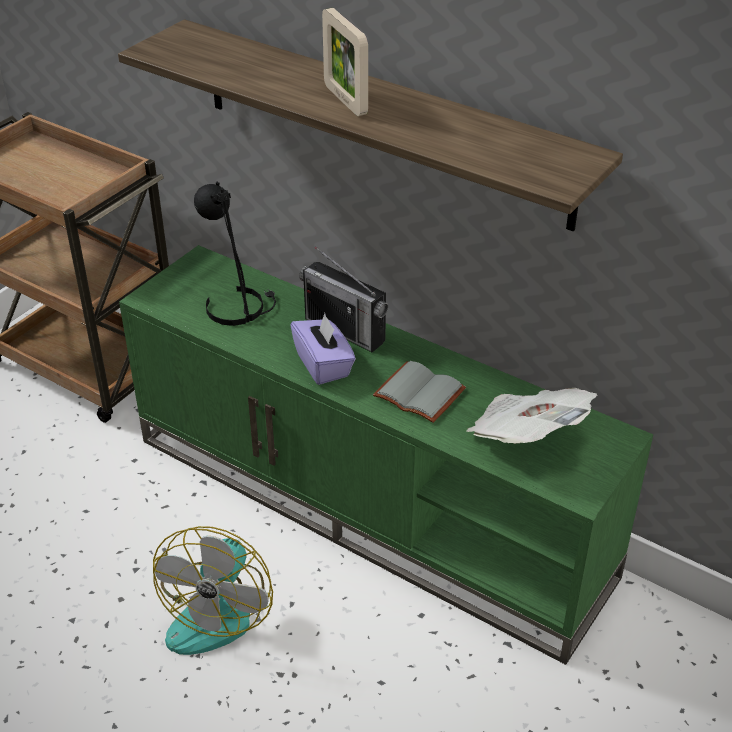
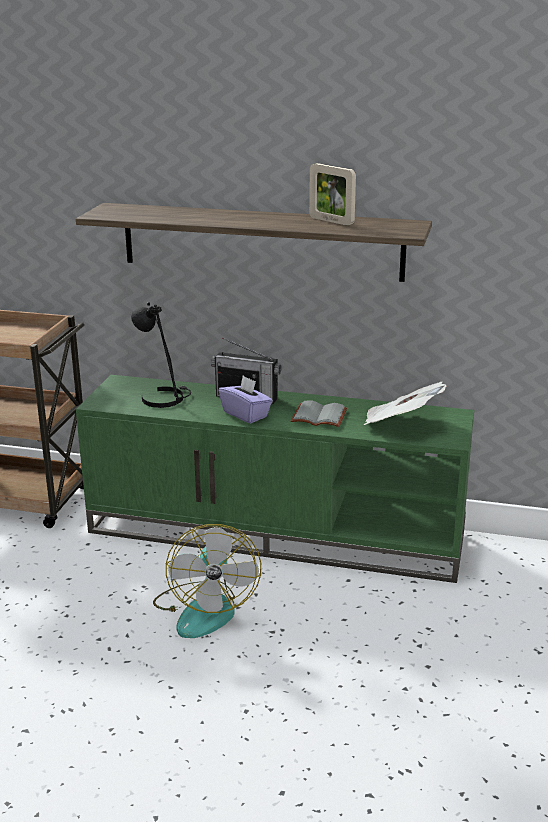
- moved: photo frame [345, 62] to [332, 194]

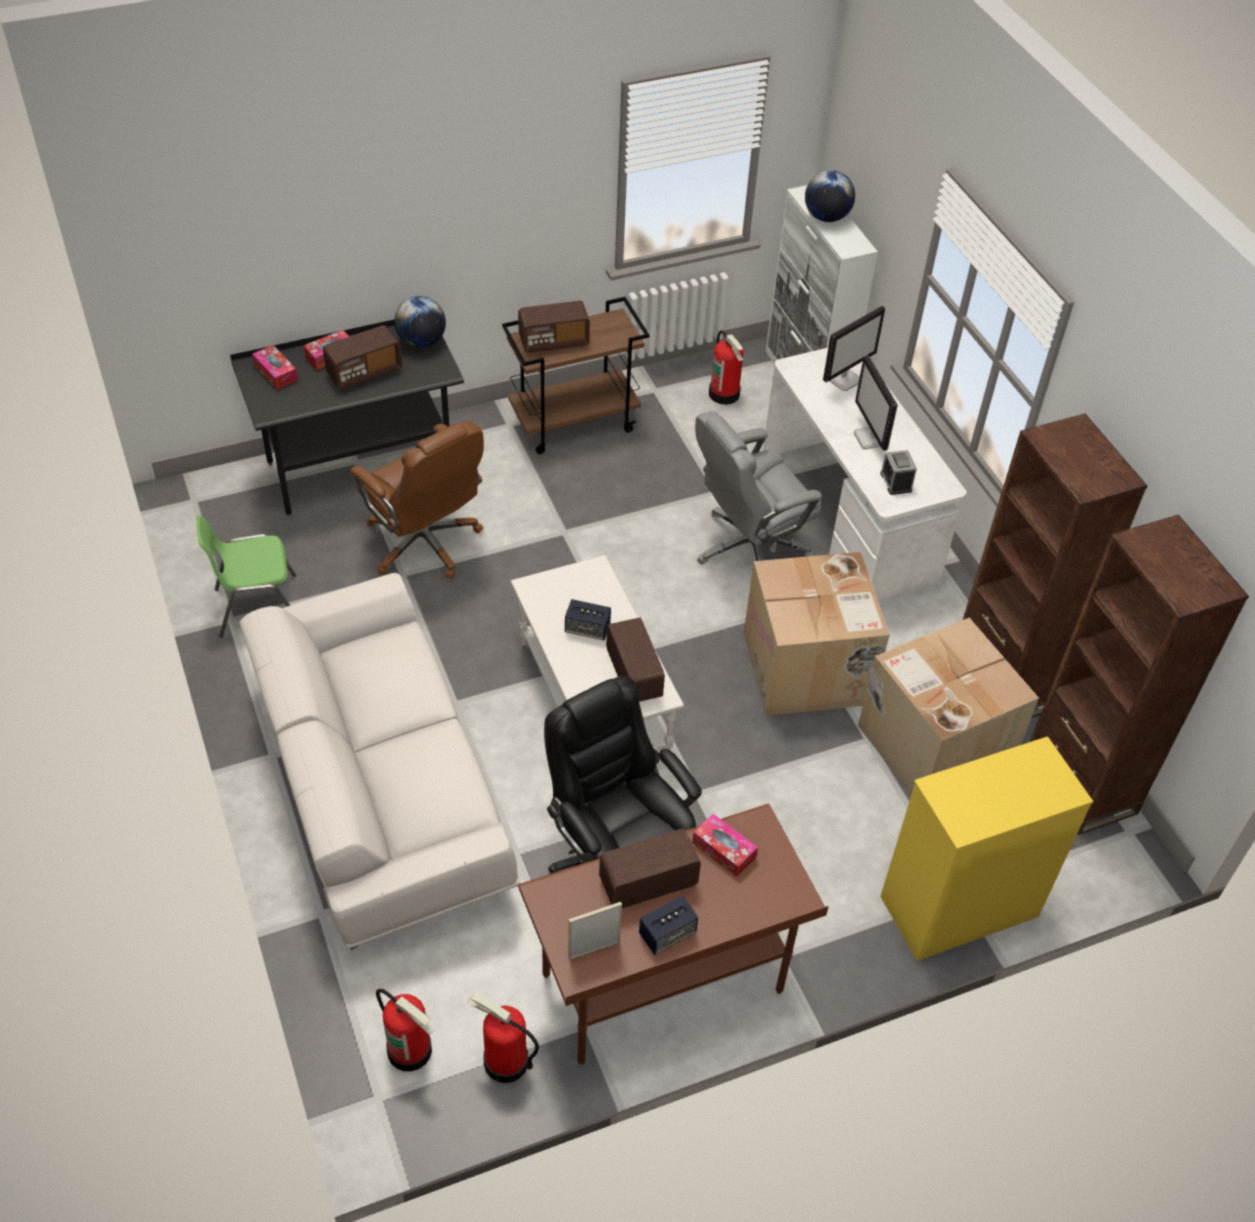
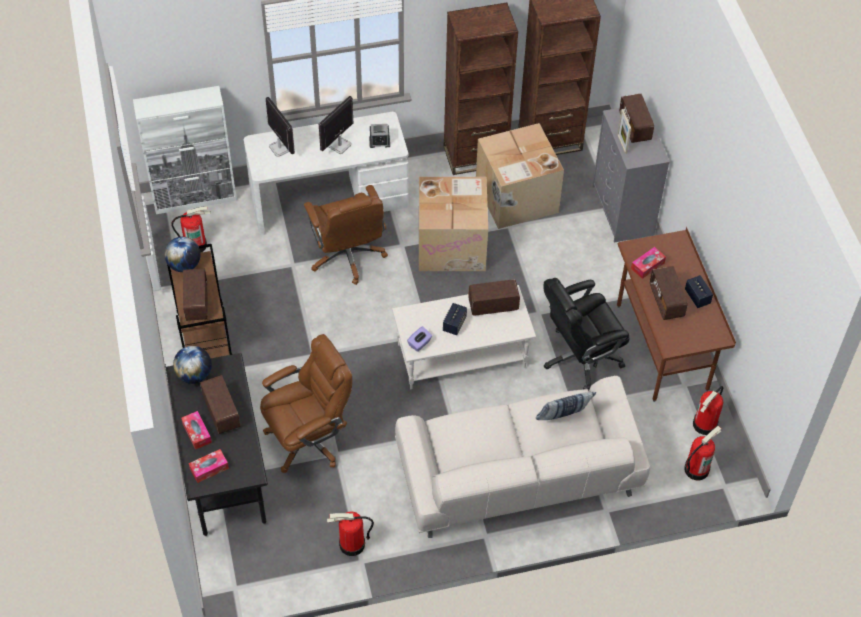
- replaced: green-coloured plain chair [246, 576] to extinguisher [350, 533]
- moved: photo frame [595, 931] to [624, 131]
- recoloured: grey desk chair [758, 487] to brown-coloured desk chair [346, 235]
- moved: world globe [830, 196] to [182, 254]
- turned: computer screen [876, 403] = [336, 125] 135 degrees clockwise
- recoloured: yellow-coloured chest of drawers [986, 848] to grey chest of drawers [631, 175]
- added: purple tissue box [419, 339]
- added: pillow [566, 406]
- added: radio [636, 118]

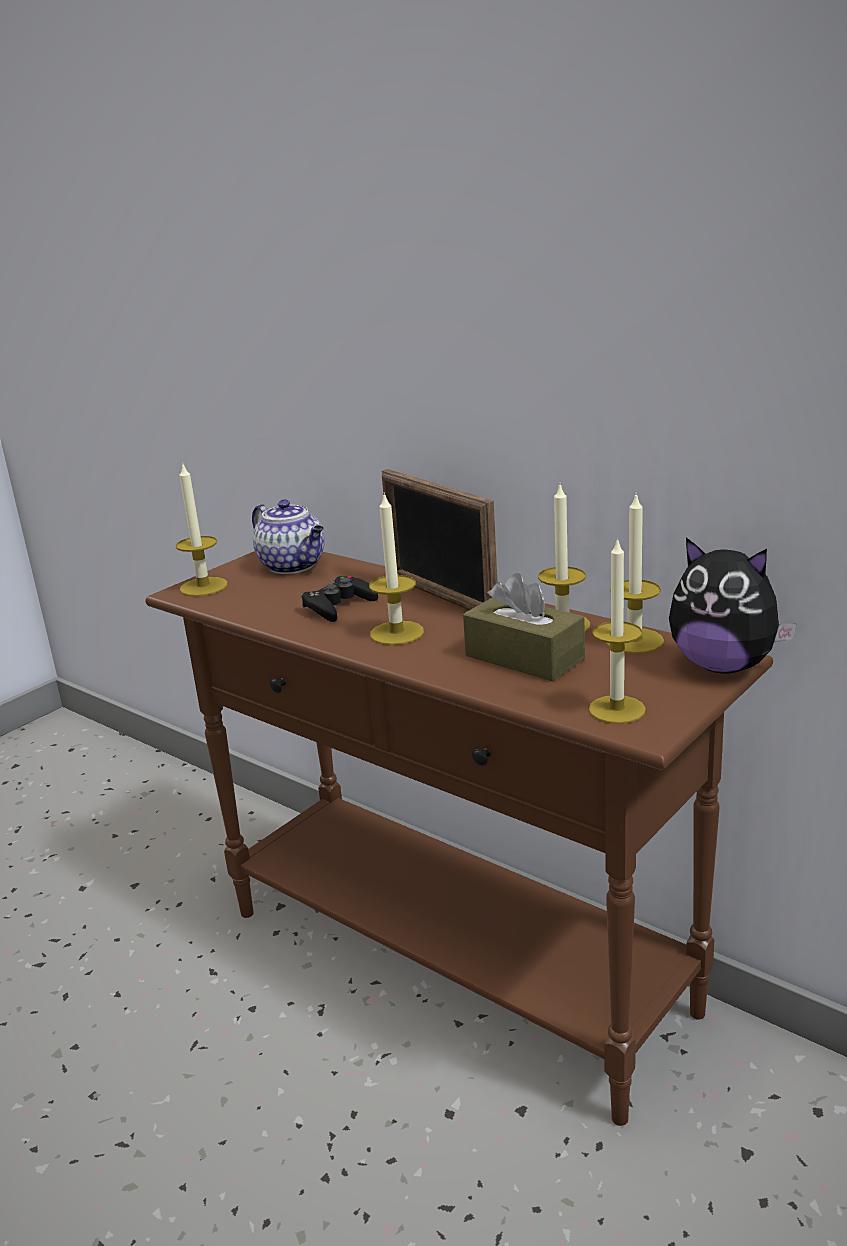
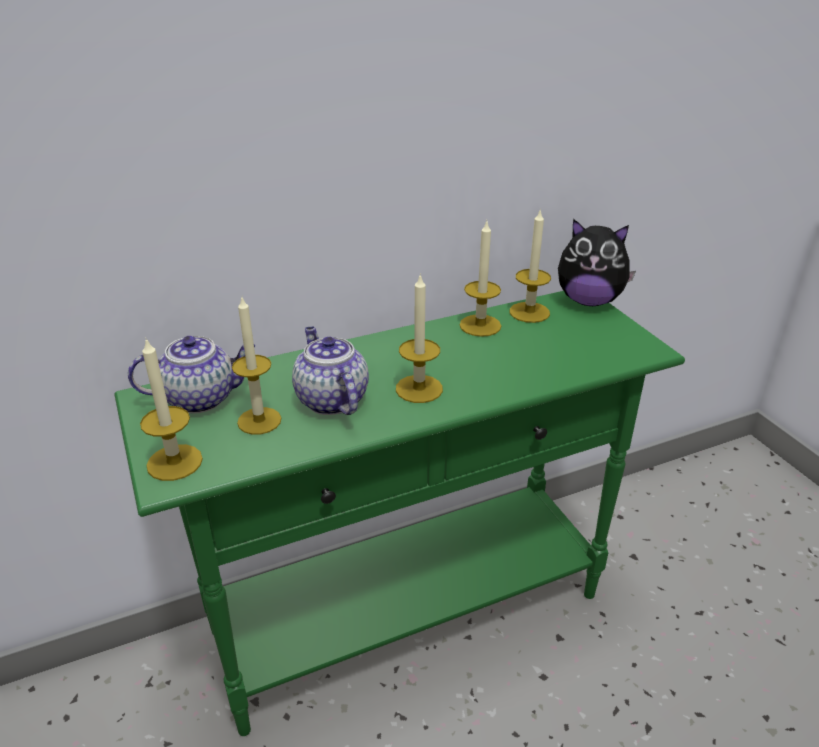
- recoloured: brown-coloured narrow table [459, 838] to green-coloured narrow table [400, 513]
- replaced: black-coloured game controller [339, 599] to tea pot [330, 371]
- removed: photo frame [440, 539]
- removed: brown-coloured tissue box [524, 627]
- moved: candle [617, 630] to [256, 366]
- turned: soft toy [733, 605] = [597, 262] 45 degrees clockwise

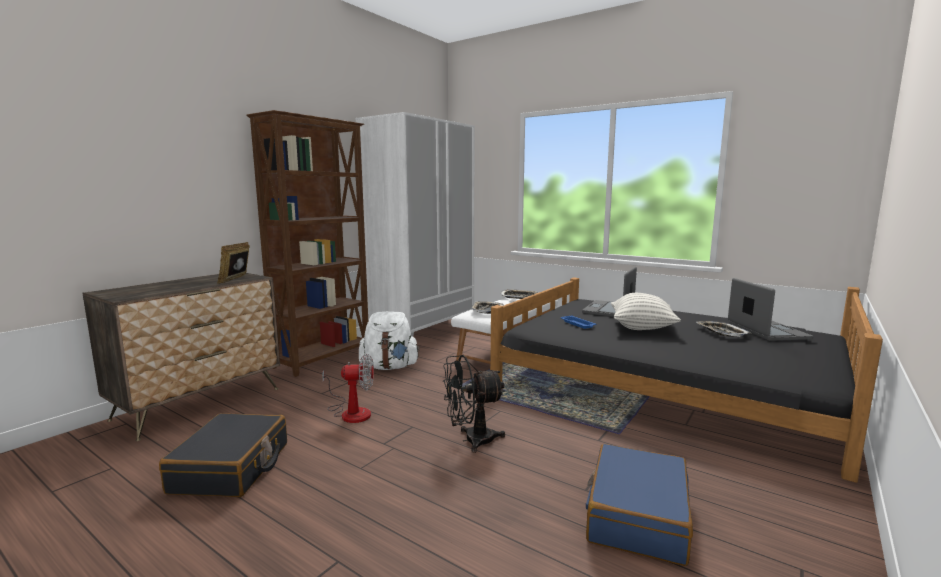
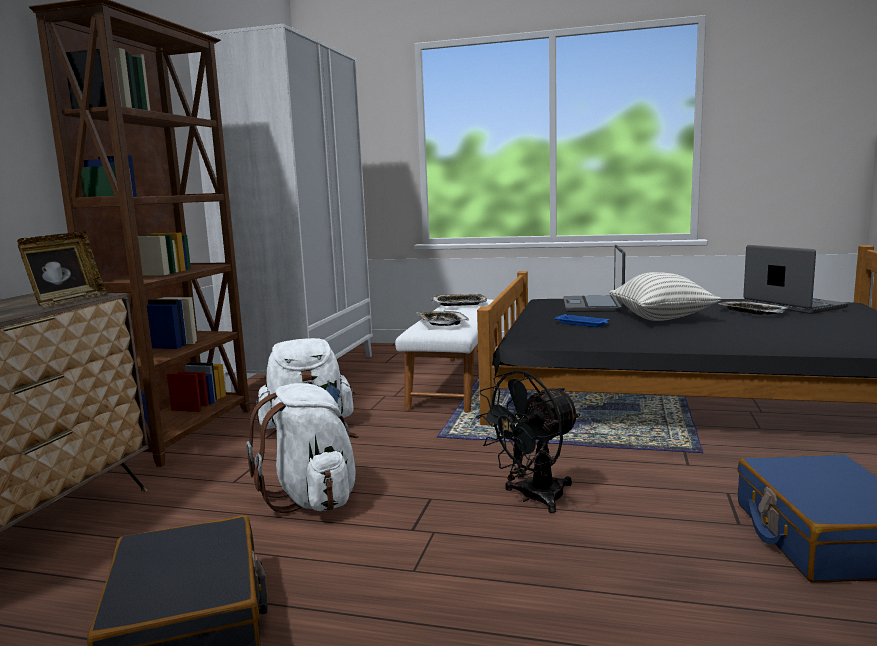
- turned: photo frame [233, 263] = [62, 269] 150 degrees counterclockwise
- replaced: fan [348, 388] to whitish backpack [302, 448]

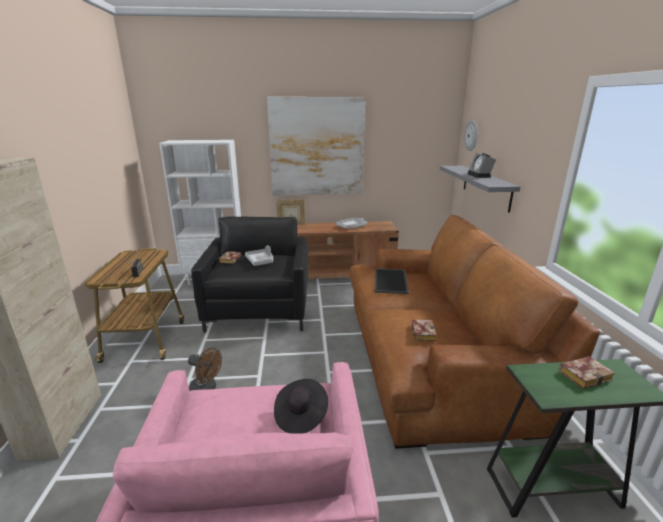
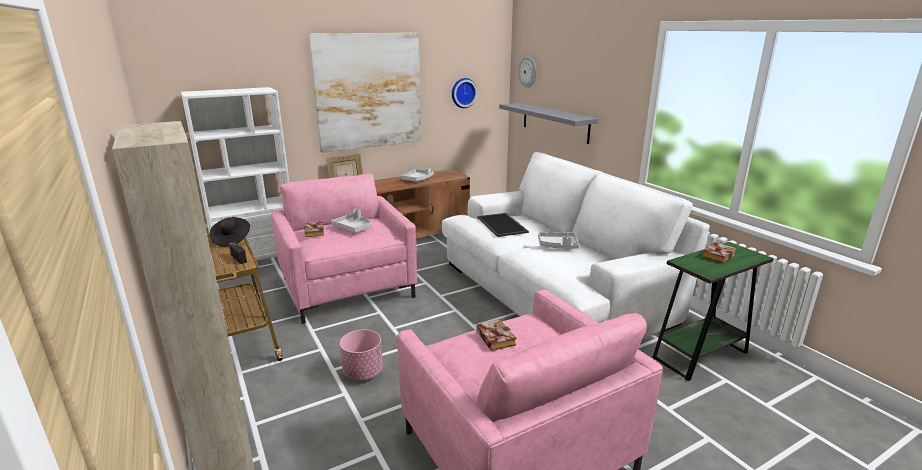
- replaced: brown-coloured fan [205, 369] to pink-coloured plant pot [361, 355]
- recoloured: black-coloured easy chair [249, 274] to pink-coloured easy chair [344, 248]
- moved: black-coloured clothing hat [301, 406] to [230, 232]
- recoloured: brown-coloured sofa [475, 332] to whitish sofa [576, 245]
- moved: volume [424, 330] to [496, 335]
- removed: table clock [481, 165]
- added: clock on the wall [464, 93]
- added: grey tray [558, 240]

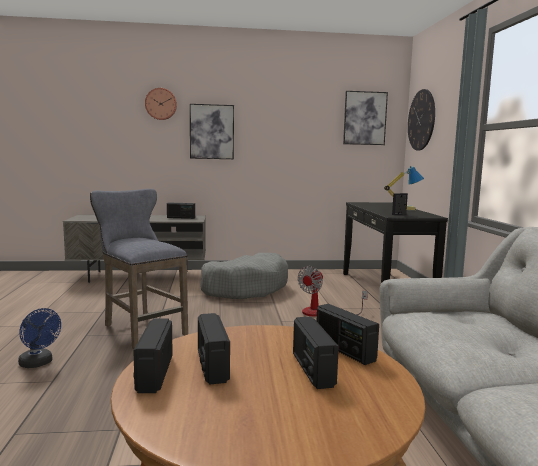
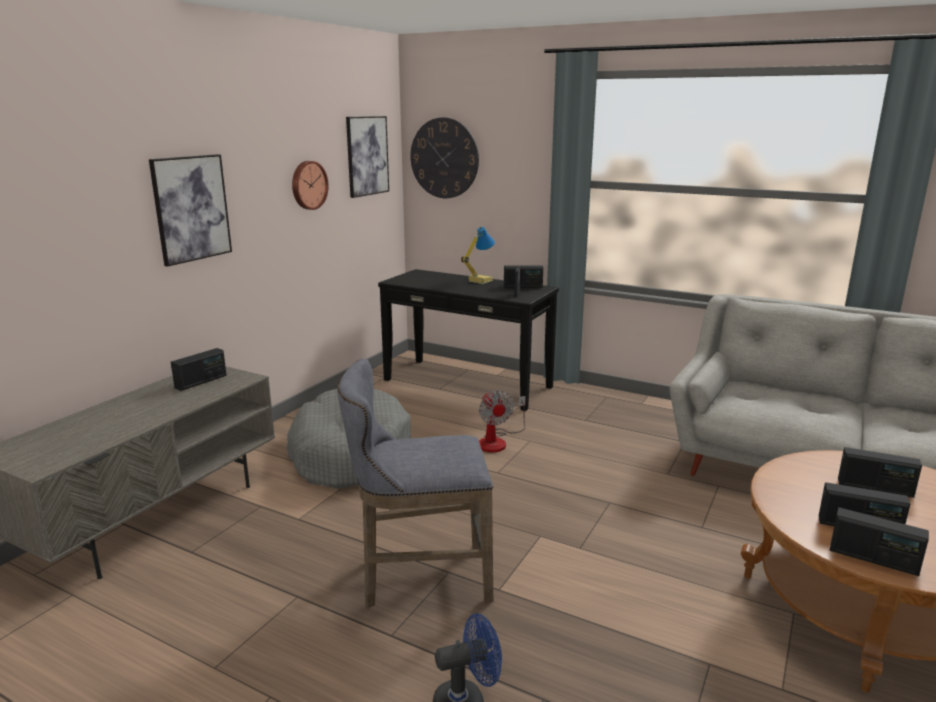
- moved: clock on the wall [161, 104] to [310, 185]
- moved: radio [348, 334] to [523, 276]

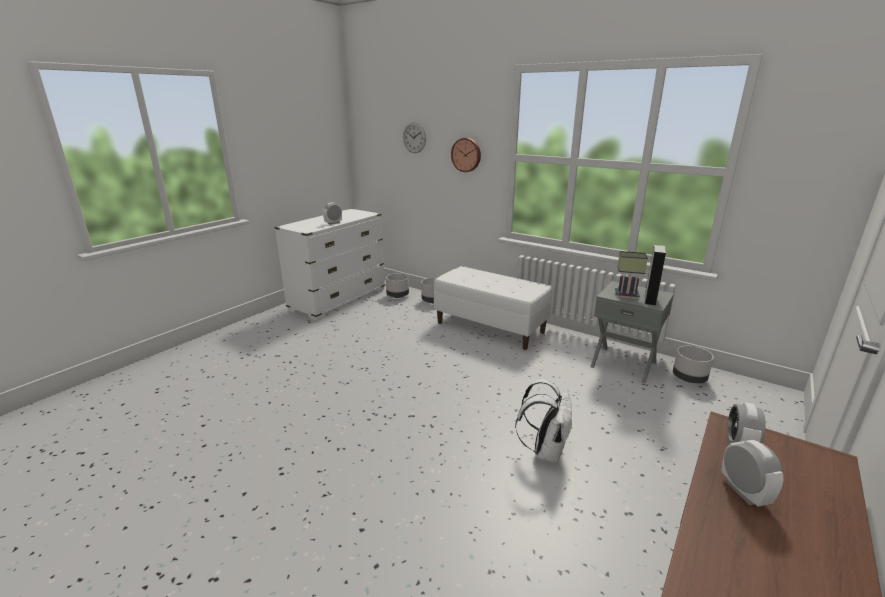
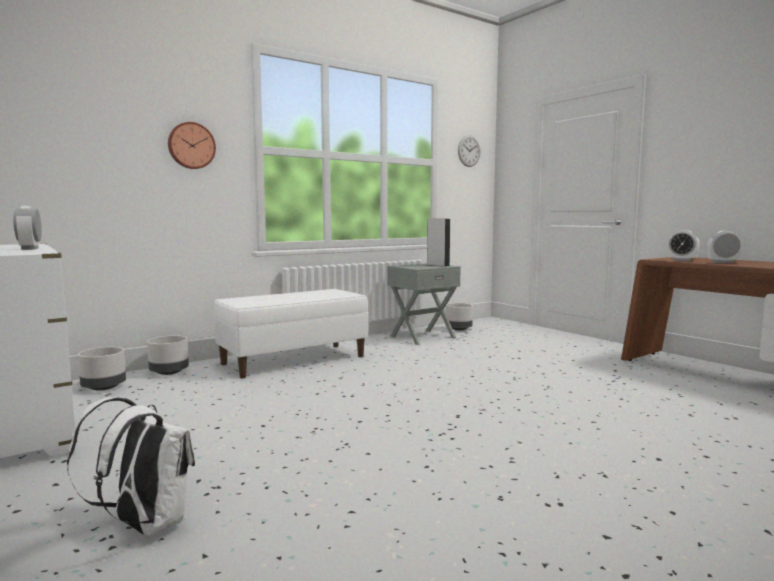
- moved: clock on the wall [414, 137] to [469, 151]
- moved: whitish backpack [544, 421] to [131, 466]
- removed: lamp for a table [631, 275]

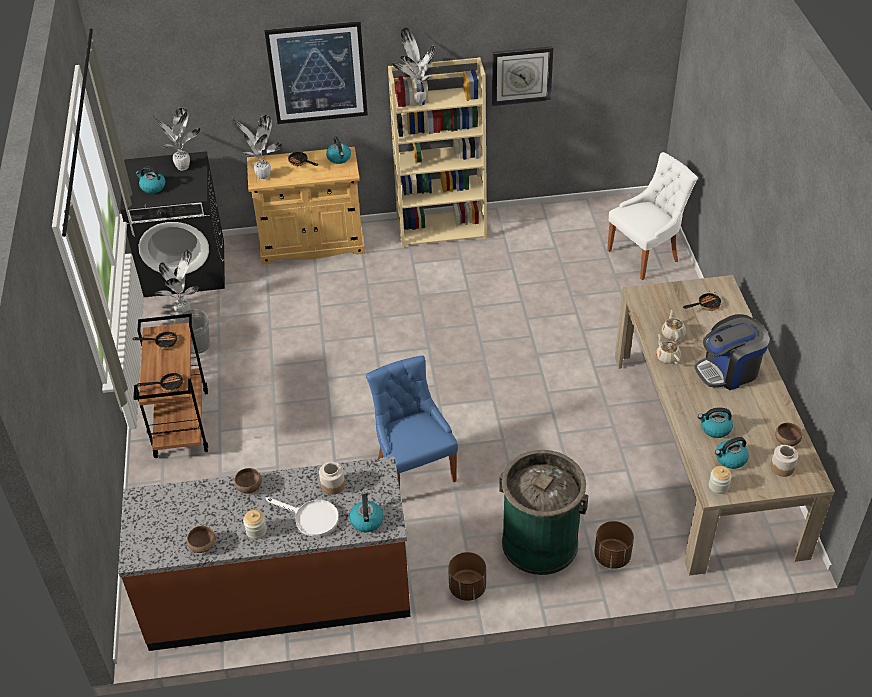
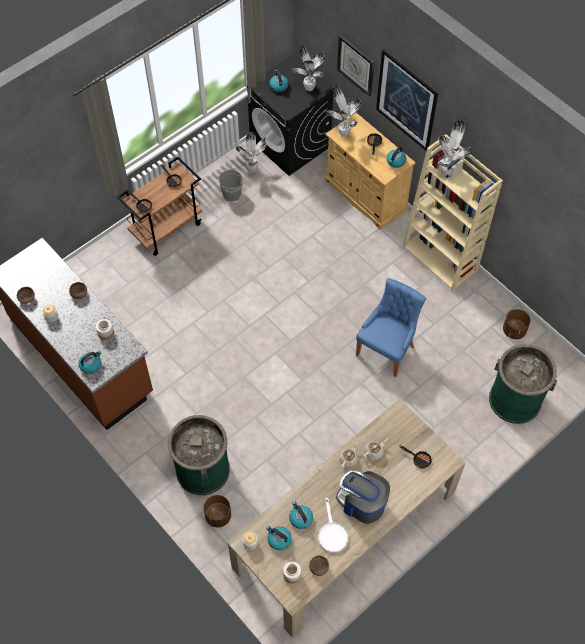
- moved: whitish pan [302, 517] to [333, 525]
- moved: blue-coloured plain chair [412, 421] to [391, 327]
- moved: brown-coloured plant pot [467, 576] to [517, 324]
- moved: clock on the wall [522, 76] to [356, 66]
- replaced: whitish plain chair [652, 216] to green-coloured trash can [523, 384]

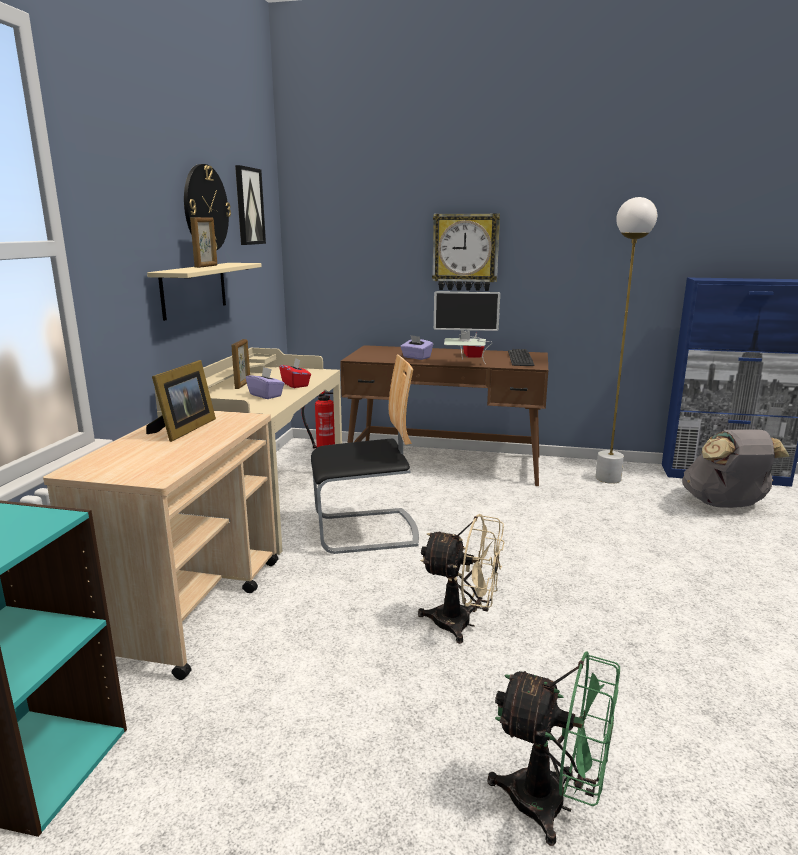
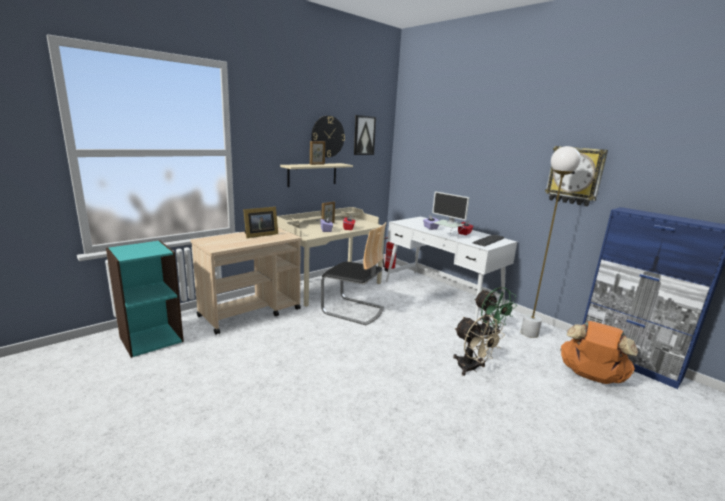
- recoloured: brown-coloured desk table [444, 415] to whitish desk table [451, 268]
- moved: beige-coloured fan [461, 579] to [479, 345]
- moved: clock on the wall [466, 252] to [576, 176]
- moved: green-coloured fan [553, 749] to [495, 311]
- recoloured: grey backpack [736, 468] to orangey backpack [599, 352]

